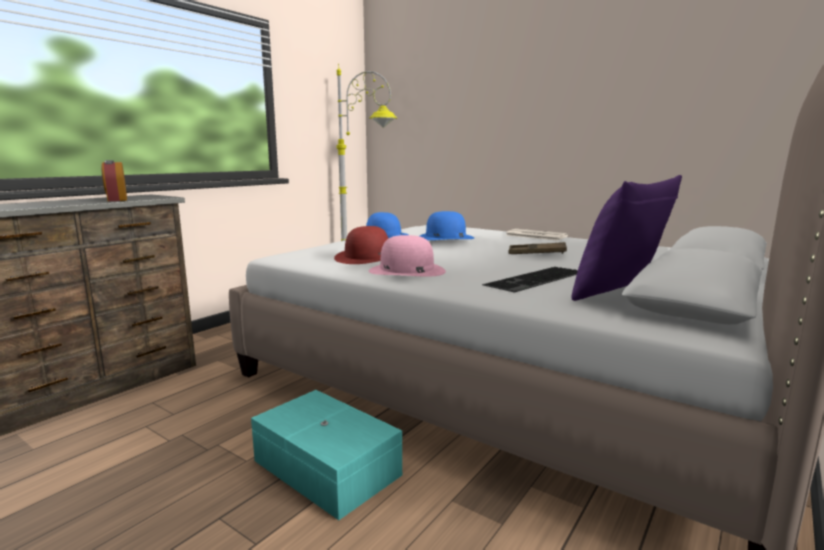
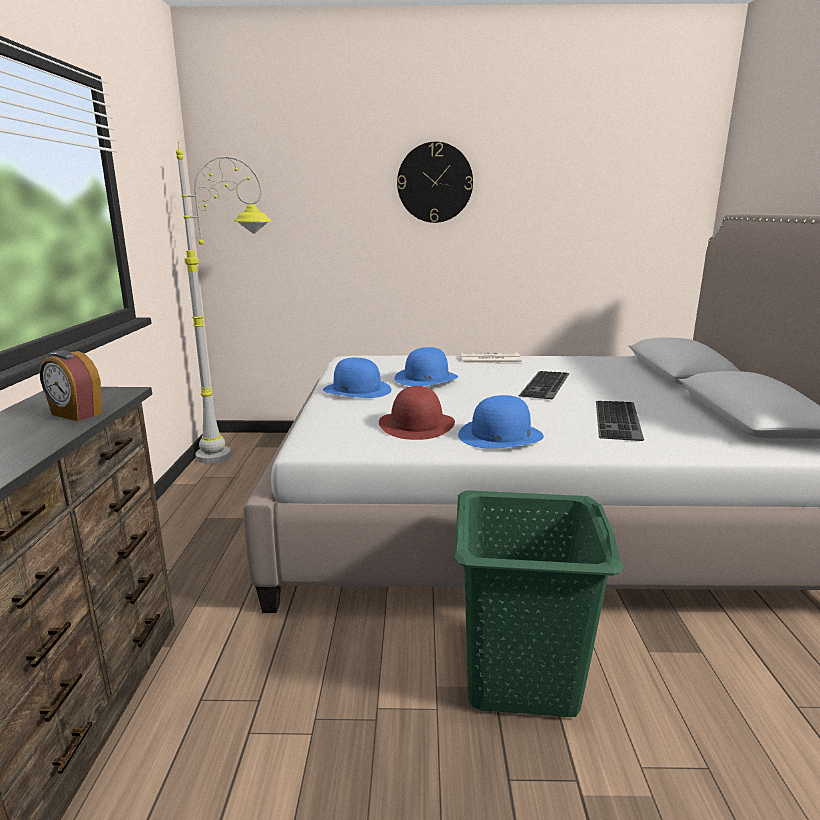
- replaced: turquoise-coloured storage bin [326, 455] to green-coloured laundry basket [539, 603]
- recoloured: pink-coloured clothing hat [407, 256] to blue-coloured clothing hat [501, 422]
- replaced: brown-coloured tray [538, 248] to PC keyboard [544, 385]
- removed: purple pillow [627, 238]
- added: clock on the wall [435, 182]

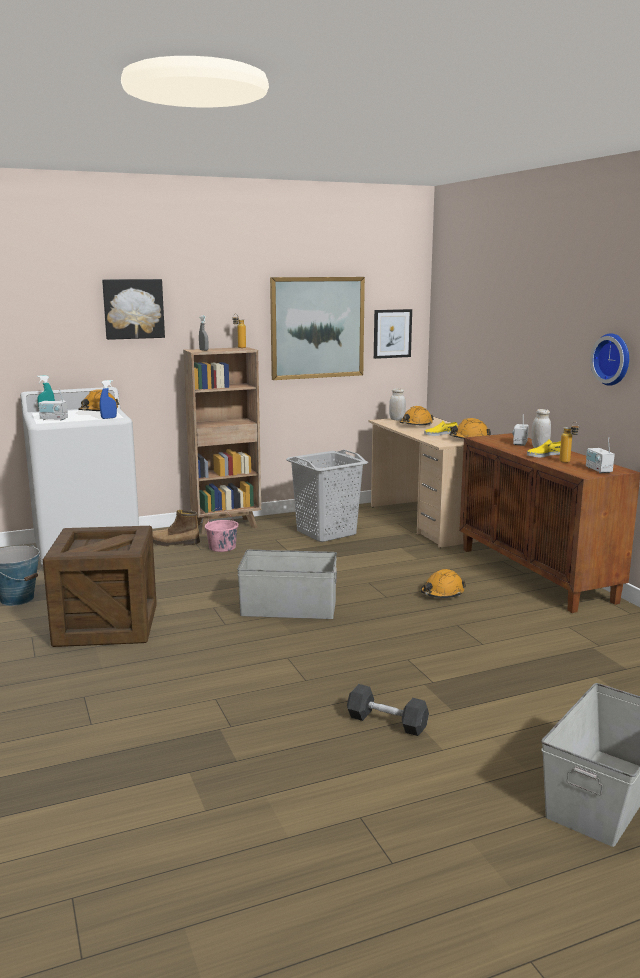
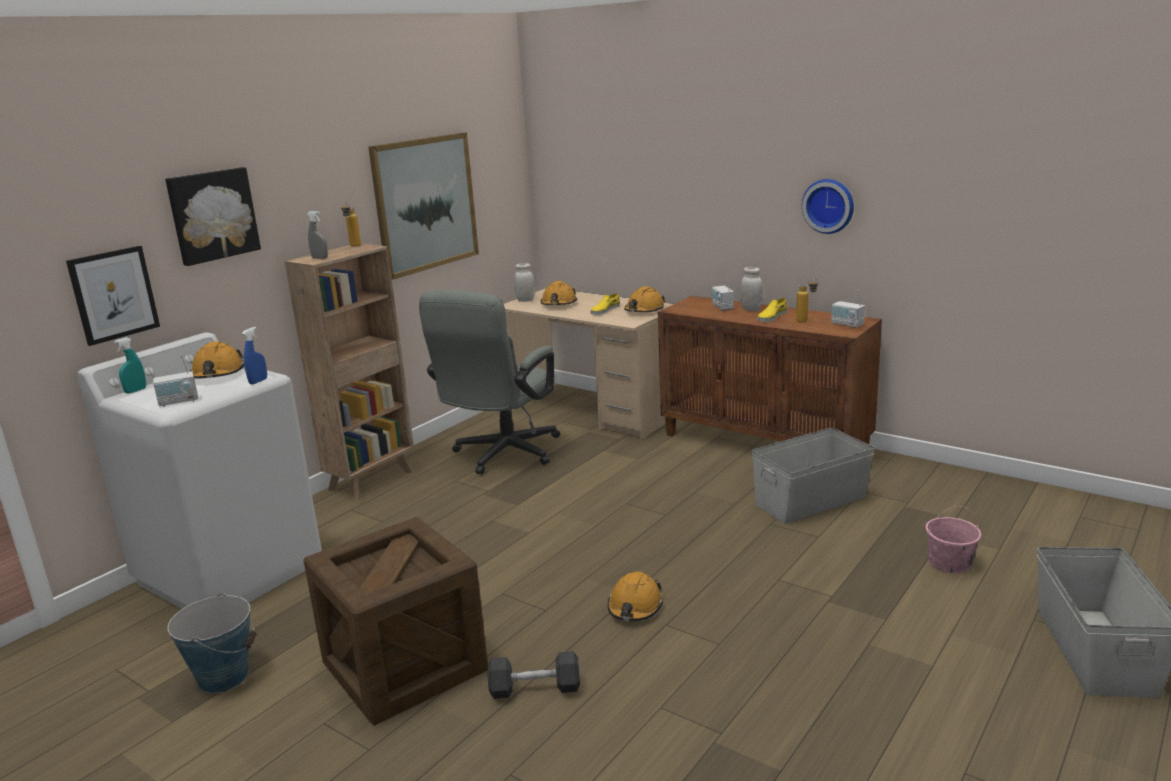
- removed: boot [176, 528]
- moved: pink-coloured pail [222, 530] to [953, 539]
- moved: grey storage bin [287, 584] to [813, 476]
- replaced: grey laundry basket [327, 495] to grey desk chair [489, 382]
- moved: grey hand weight [388, 710] to [534, 675]
- moved: wall art [393, 334] to [113, 296]
- moved: orangey work helmet [443, 583] to [635, 596]

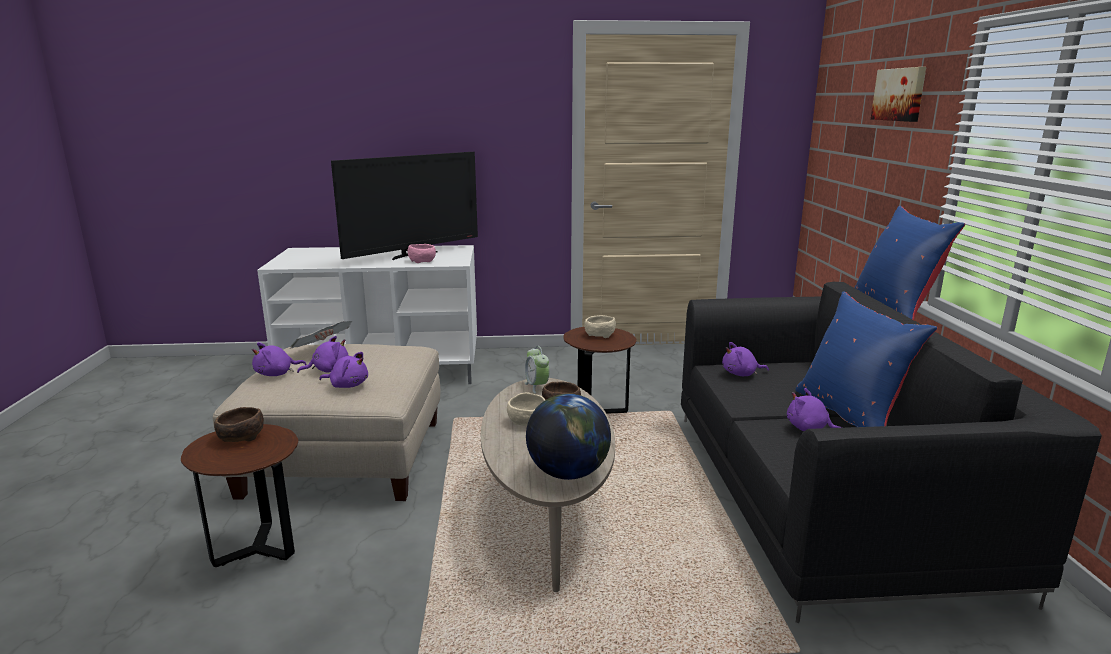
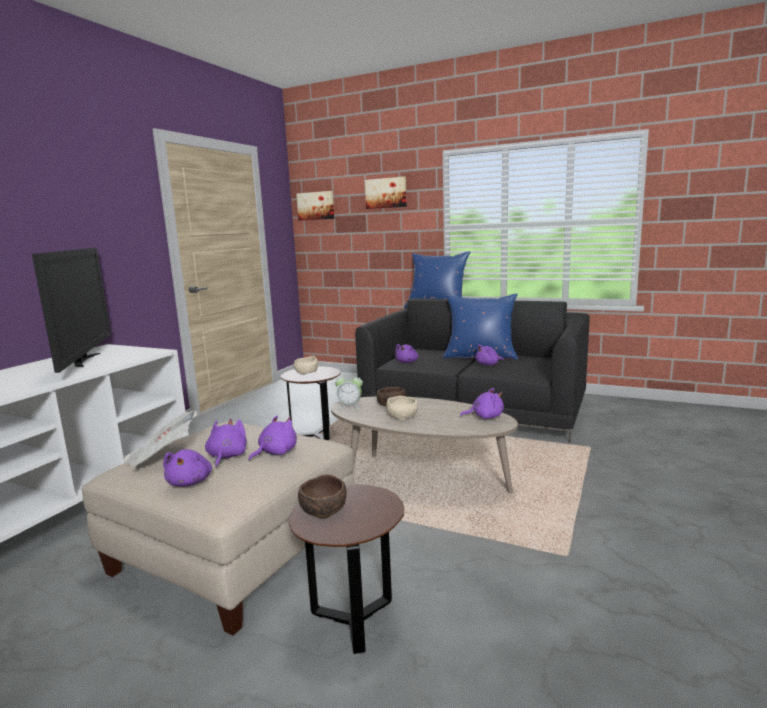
- removed: pink-coloured serving bowl [422, 253]
- replaced: world globe [568, 437] to purple soft toy [482, 403]
- added: wall art [315, 206]

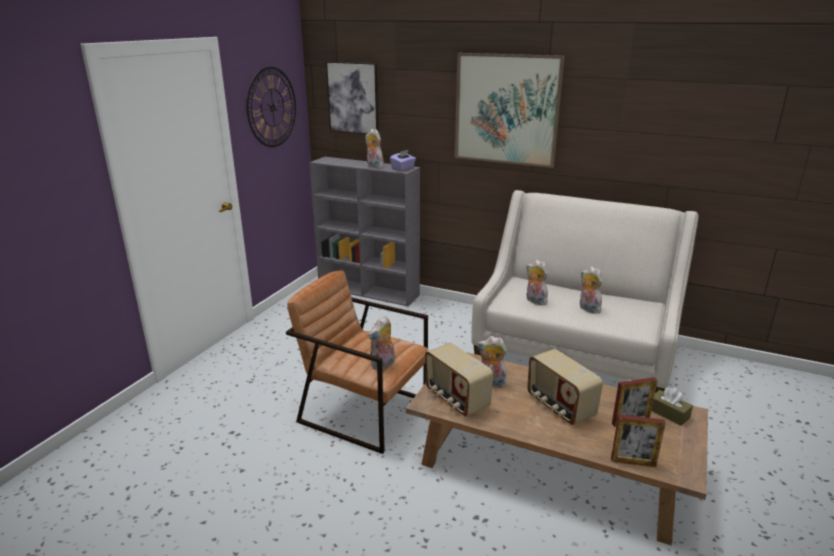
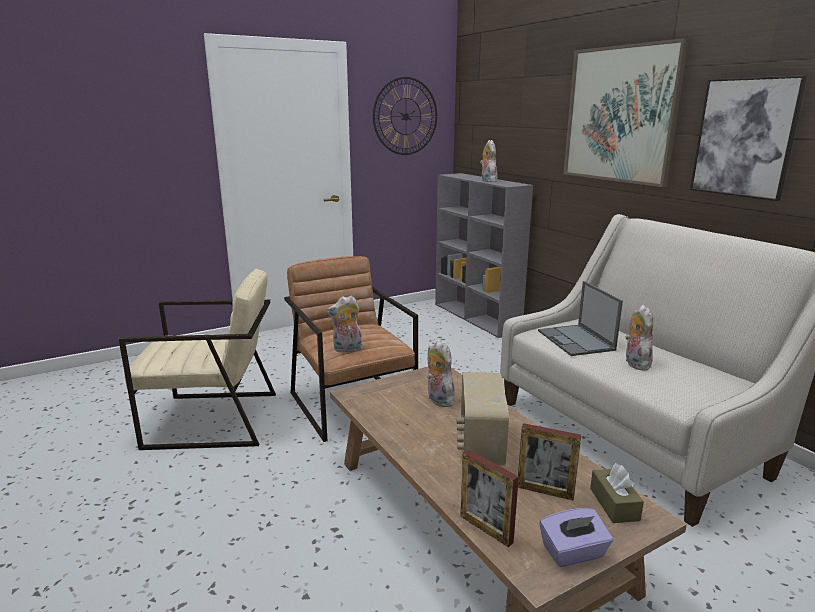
- moved: wall art [352, 97] to [748, 138]
- moved: purple tissue box [403, 160] to [576, 537]
- removed: radio [459, 380]
- replaced: soft toy [537, 282] to laptop [580, 318]
- added: beige-coloured easy chair [197, 359]

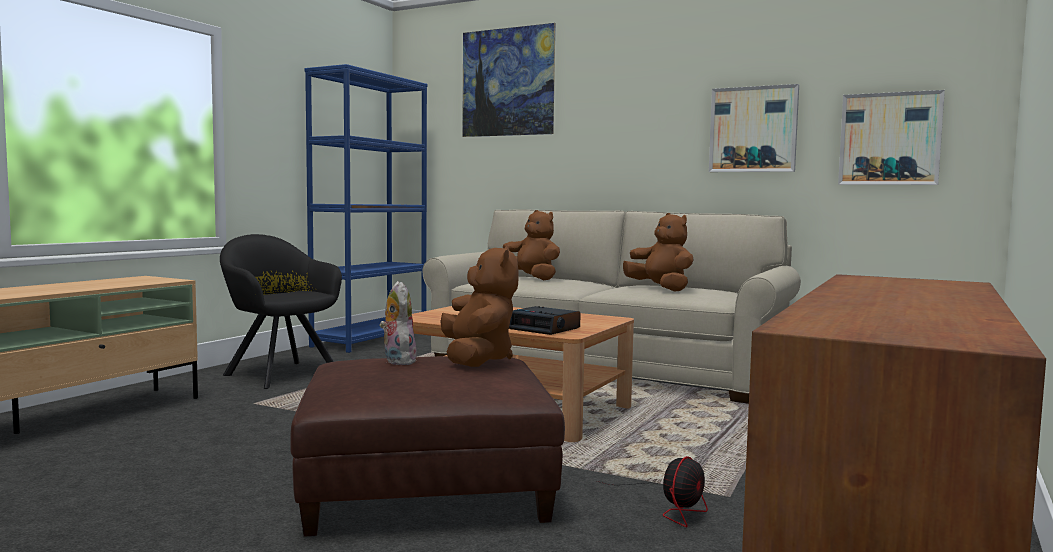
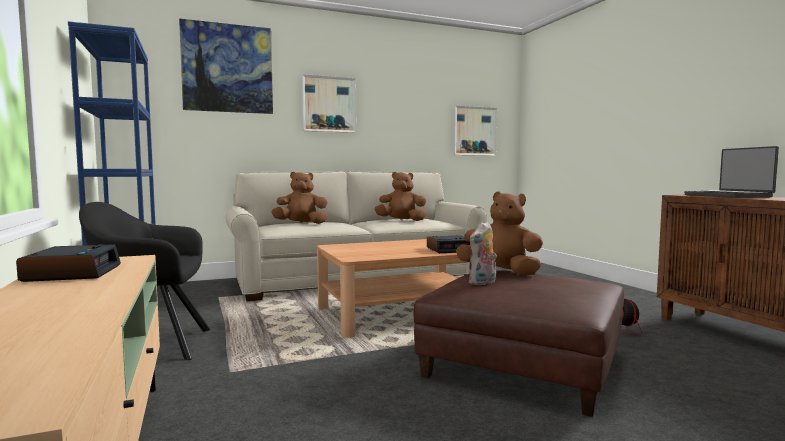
- turned: soft toy [398, 323] = [483, 253] 60 degrees counterclockwise
- moved: wall art [754, 128] to [329, 103]
- added: table clock [68, 263]
- added: laptop [731, 172]

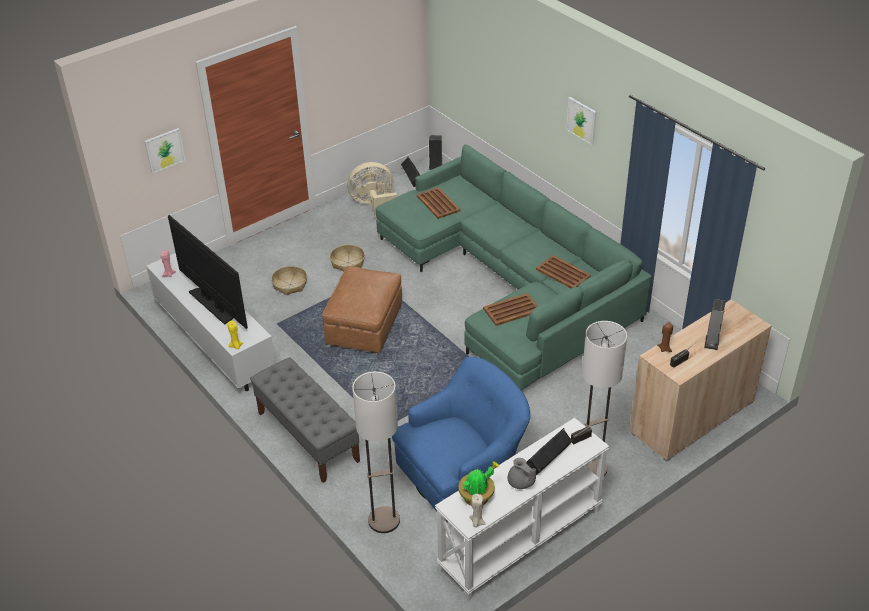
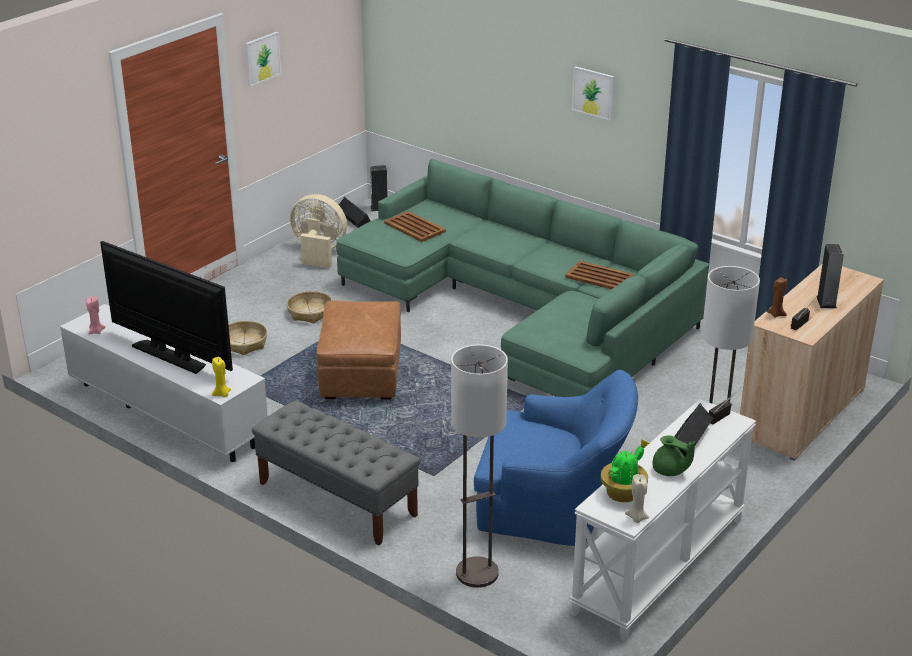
- moved: wall art [165, 151] to [263, 59]
- turned: beige-coloured fan [372, 190] = [318, 231] 45 degrees clockwise
- turned: blue-coloured easy chair [461, 439] = [556, 458] 60 degrees clockwise
- removed: brown-coloured tray [510, 309]
- recoloured: grey tea pot [522, 473] to green-coloured tea pot [673, 455]

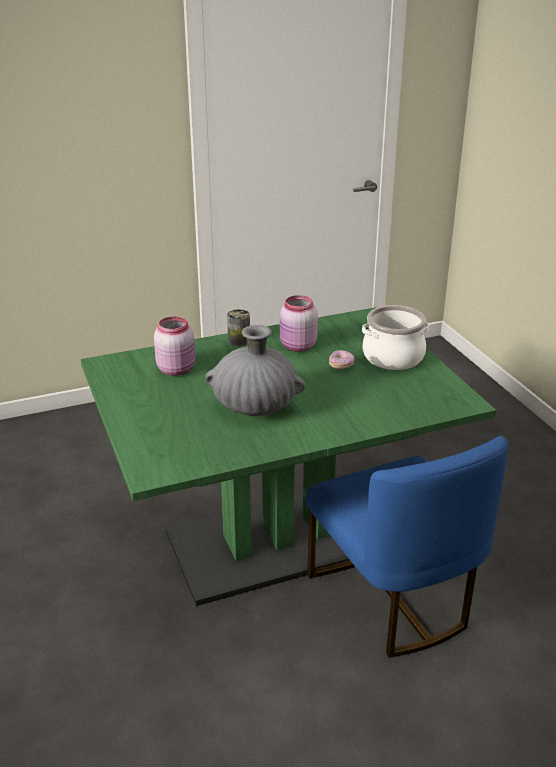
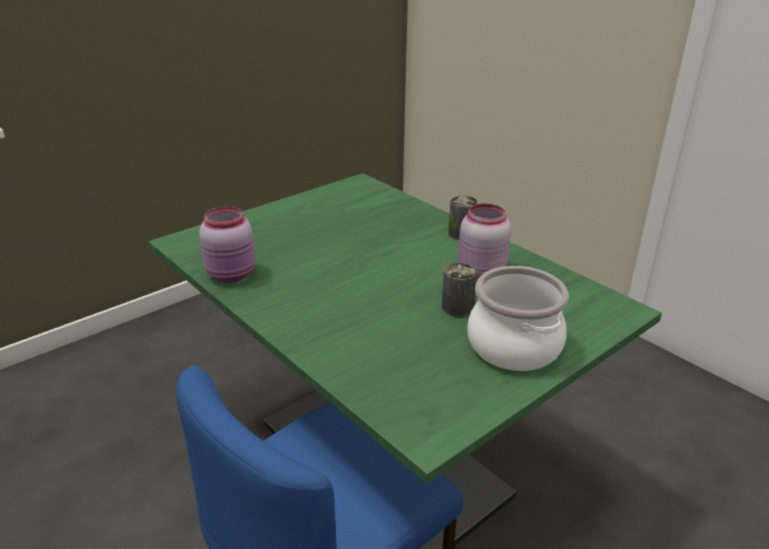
- moved: pink-coloured preserve jar [174, 346] to [227, 244]
- removed: grey flower vase [255, 370]
- replaced: doughnut [342, 359] to sealed can [460, 290]

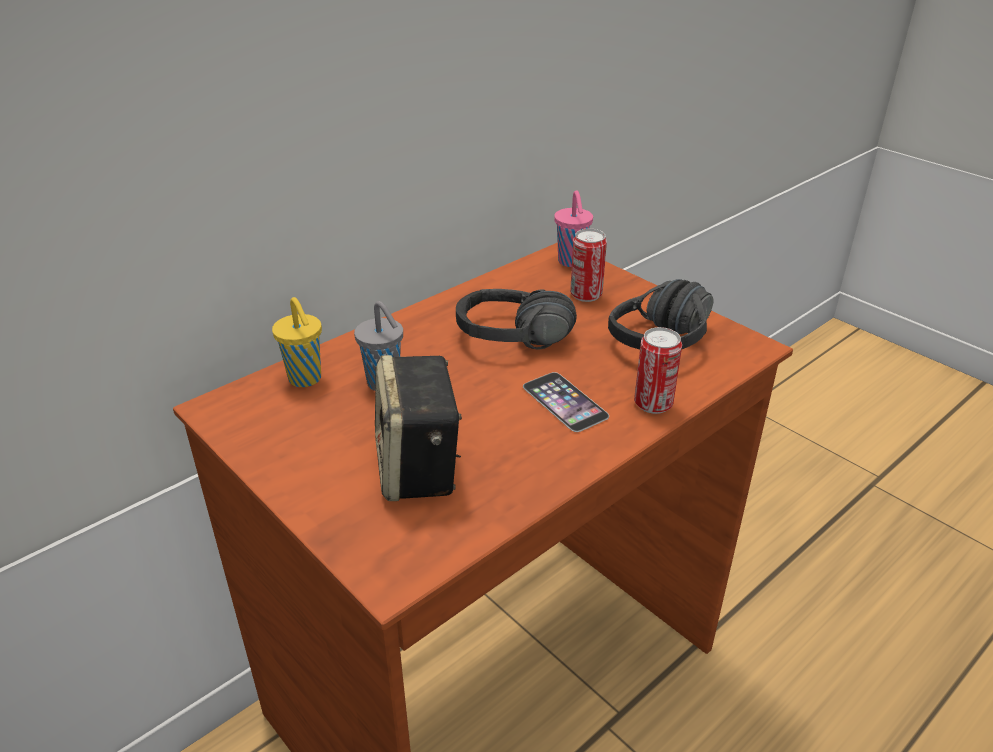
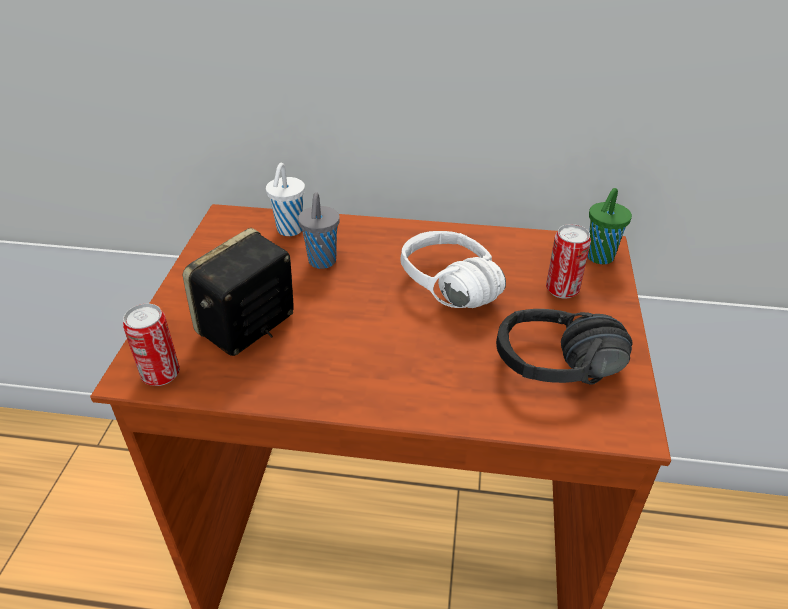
- recoloured: yellow-coloured small cup [297, 342] to whitish small cup [285, 199]
- recoloured: black-coloured headset [516, 319] to whitish headset [453, 269]
- removed: telephone [566, 402]
- recoloured: pink-coloured small cup [573, 228] to green-coloured small cup [609, 226]
- moved: sealed can [658, 370] to [151, 345]

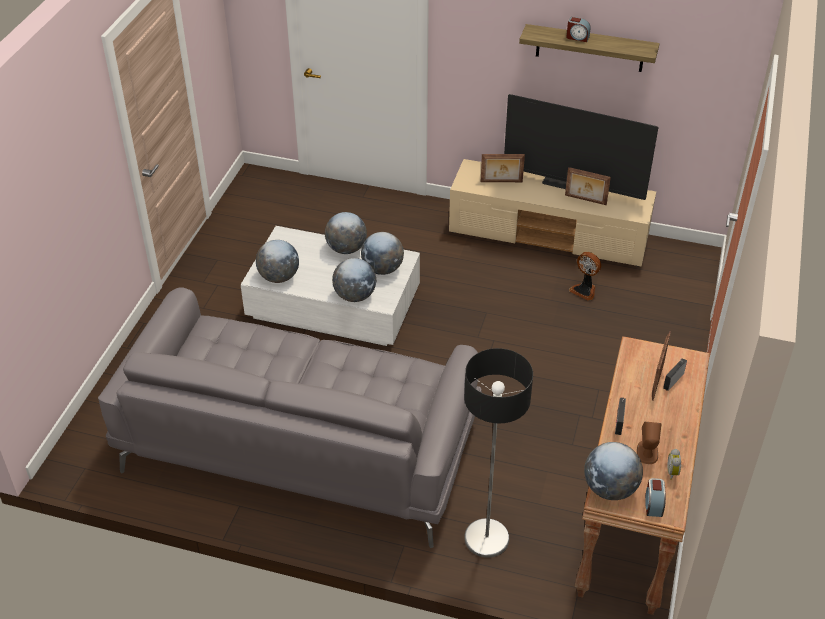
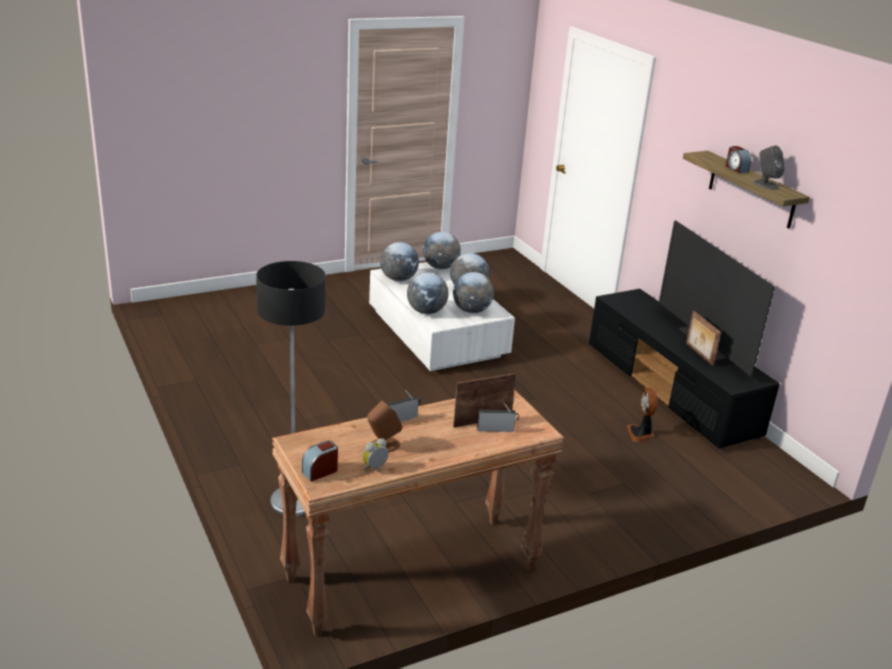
- removed: grey sofa [290, 417]
- recoloured: beige-coloured tv stand [552, 213] to black-coloured tv stand [684, 369]
- removed: photo frame [502, 168]
- moved: world globe [613, 471] to [442, 250]
- added: grey loudspeaker [769, 167]

